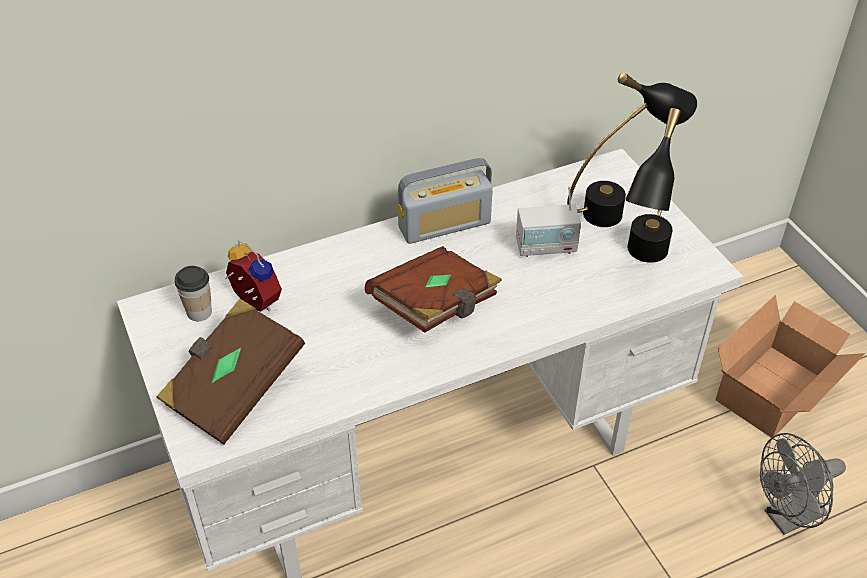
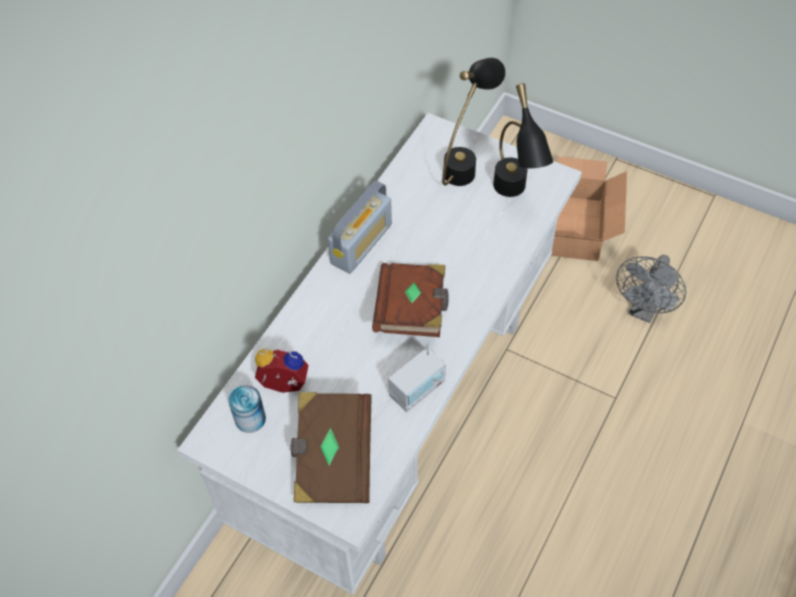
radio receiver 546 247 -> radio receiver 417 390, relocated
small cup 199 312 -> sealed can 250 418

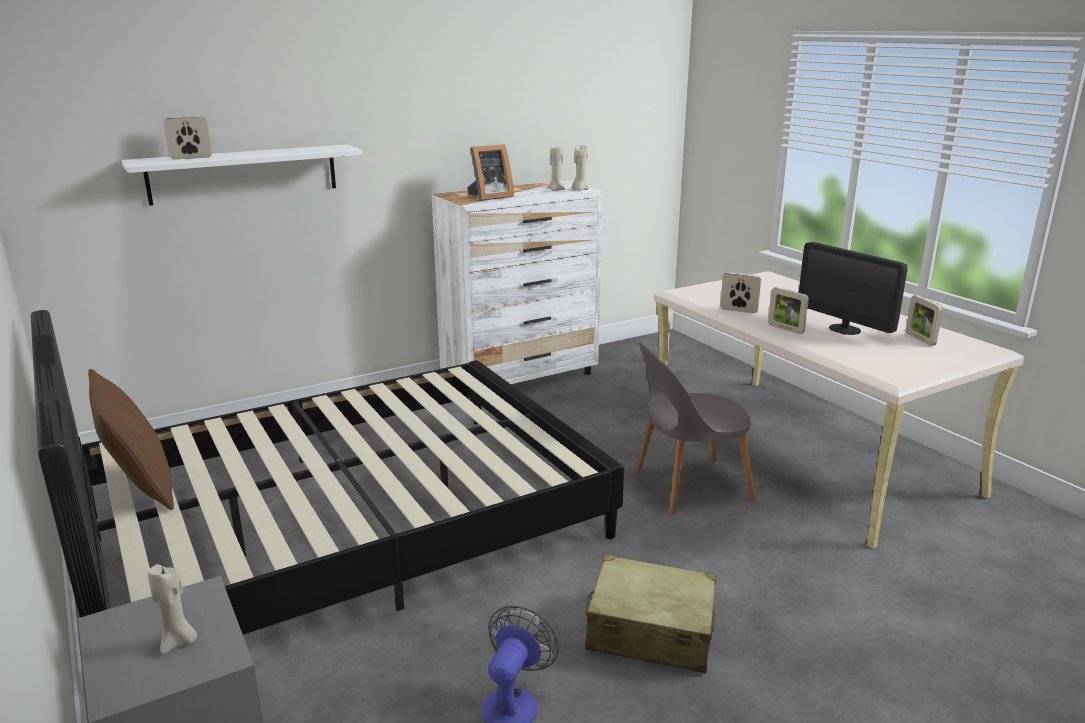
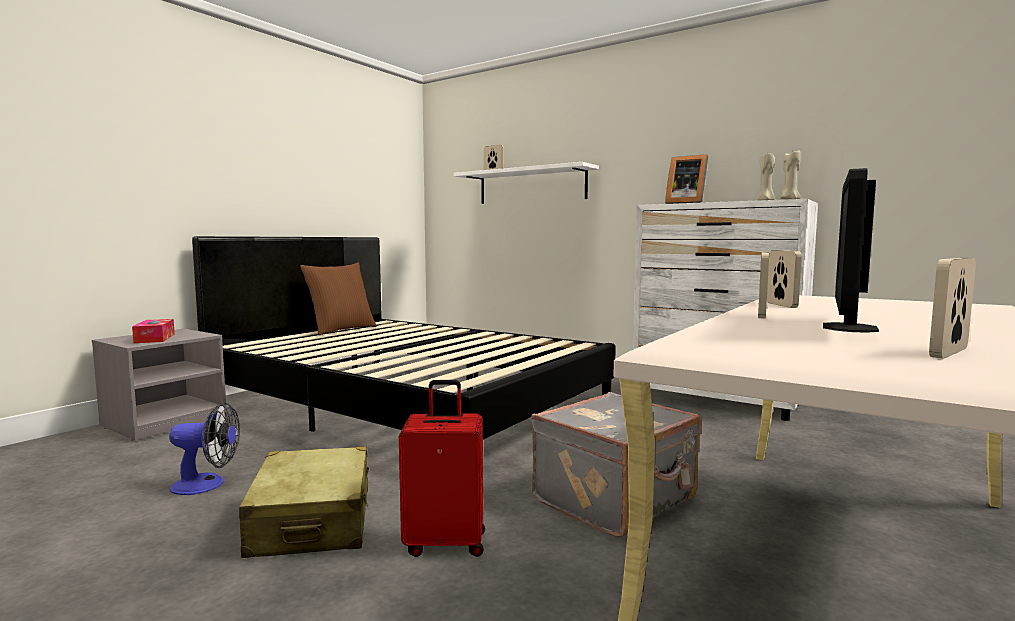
greyish plain chair 688 485 -> greyish travel case 616 500
beige candle 179 642 -> tissue holder 154 338
none -> reddish travel case 446 542

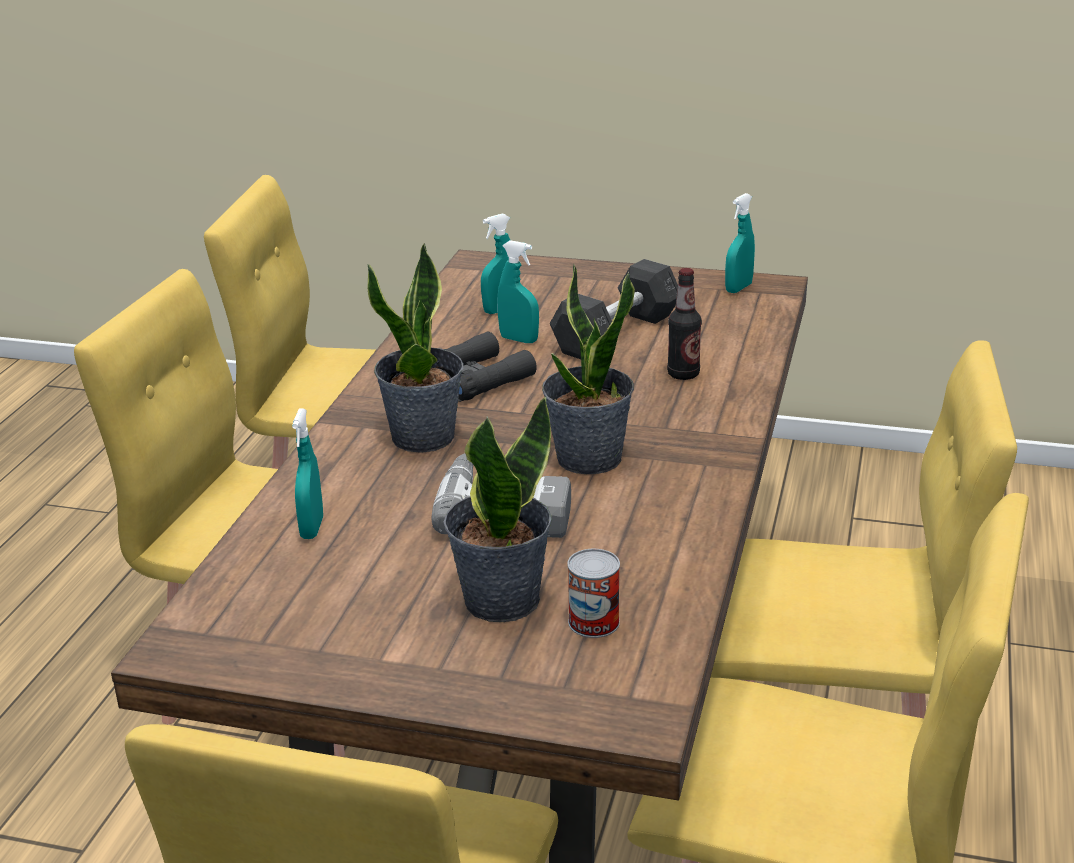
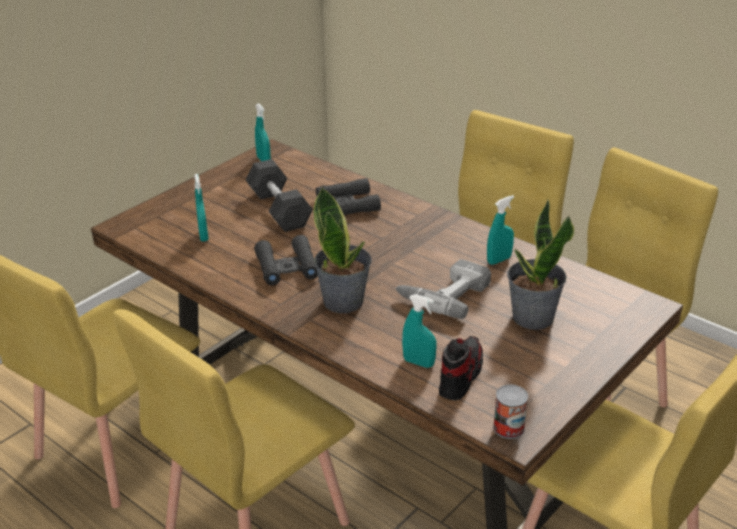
blue-green hand sprayer 519 339 -> blue-green hand sprayer 499 260, relocated
houseplant 588 459 -> none
bottle 683 374 -> black field glasses 347 205
sealed can 594 622 -> sealed can 508 428, relocated
none -> shoe 460 375

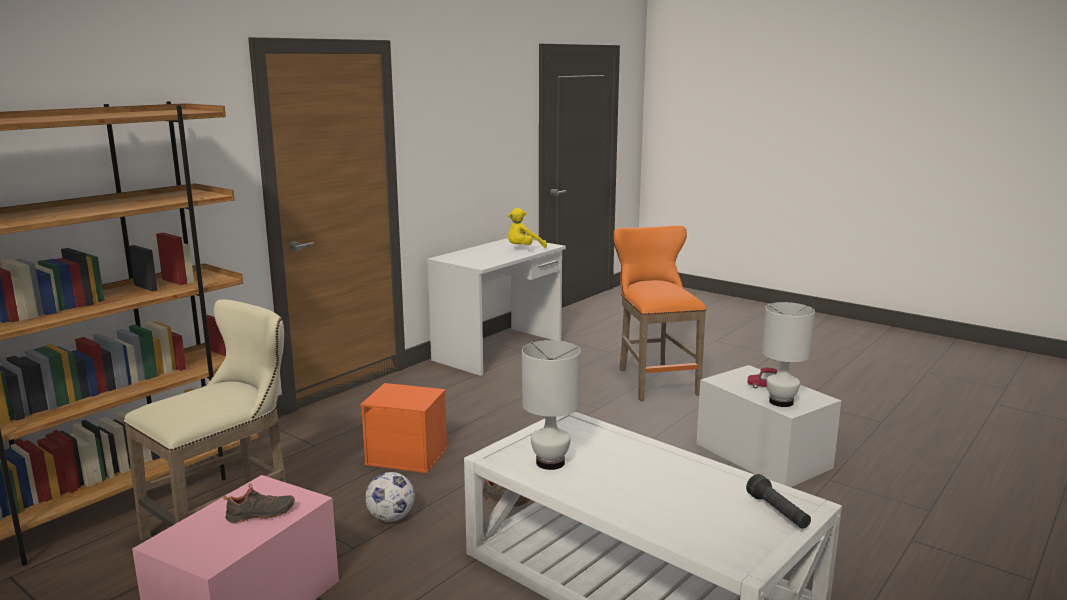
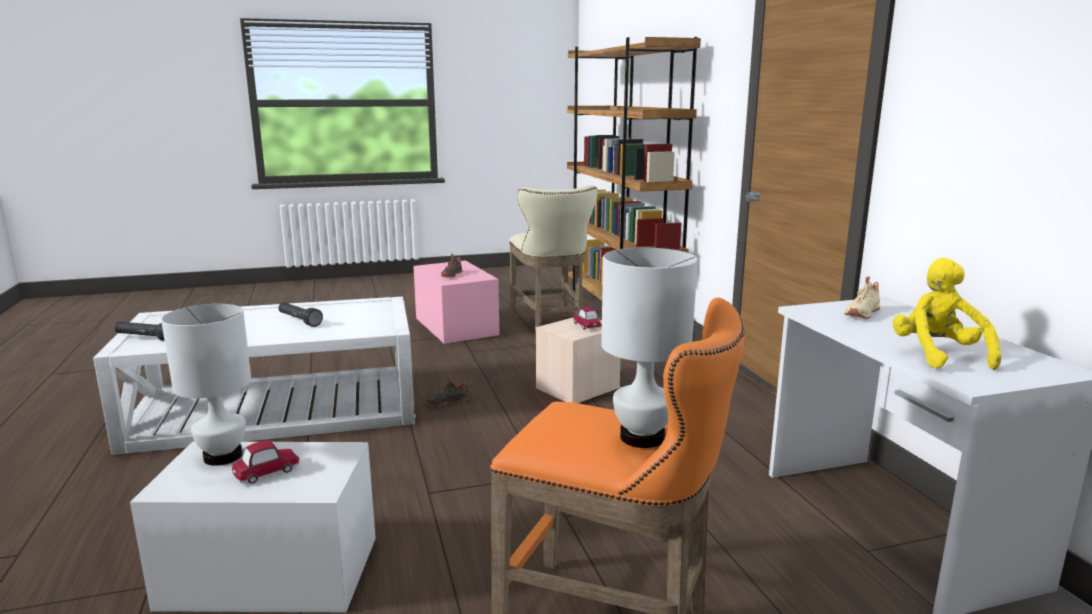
whitish table lamp 549 463 -> whitish table lamp 642 437, relocated
orangey storage box 408 456 -> beige storage box 577 388
football 391 518 -> none
none -> beige shoe 860 313
none -> black flashlight 299 320
none -> toy car 586 325

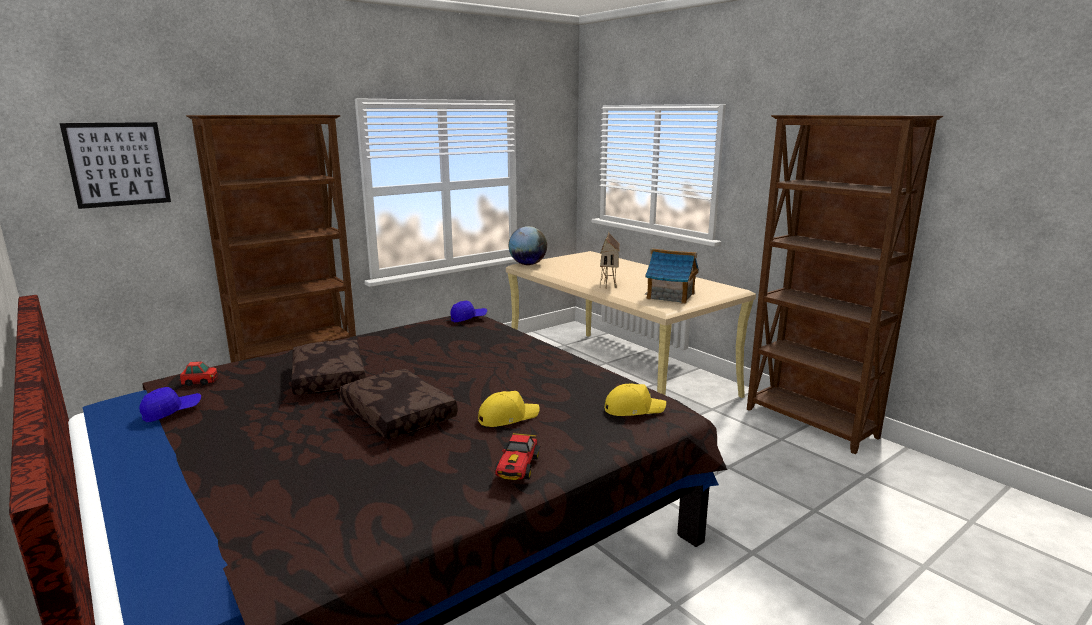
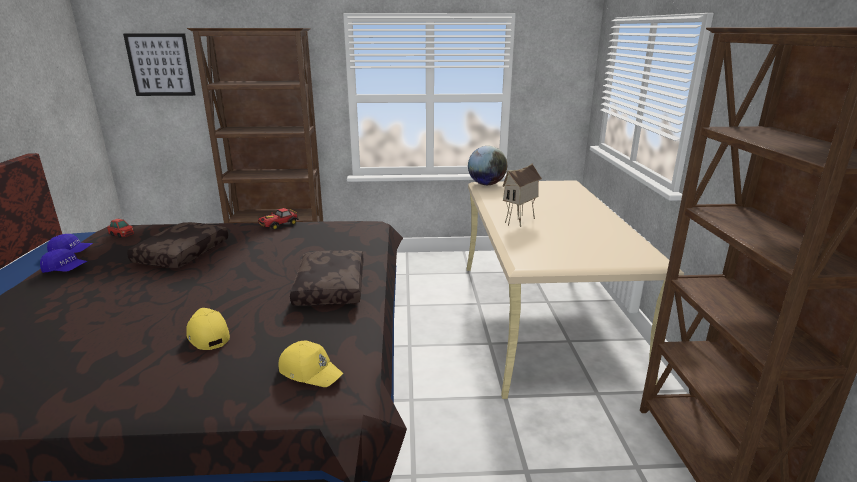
model house 671 296 -> none
bluish peaked cap 468 318 -> bluish peaked cap 66 270, relocated
brownish pillow 396 415 -> brownish pillow 329 287, relocated
yellow peaked cap 507 417 -> yellow peaked cap 207 335, 135 degrees counterclockwise
toy car 517 468 -> toy car 278 225, relocated

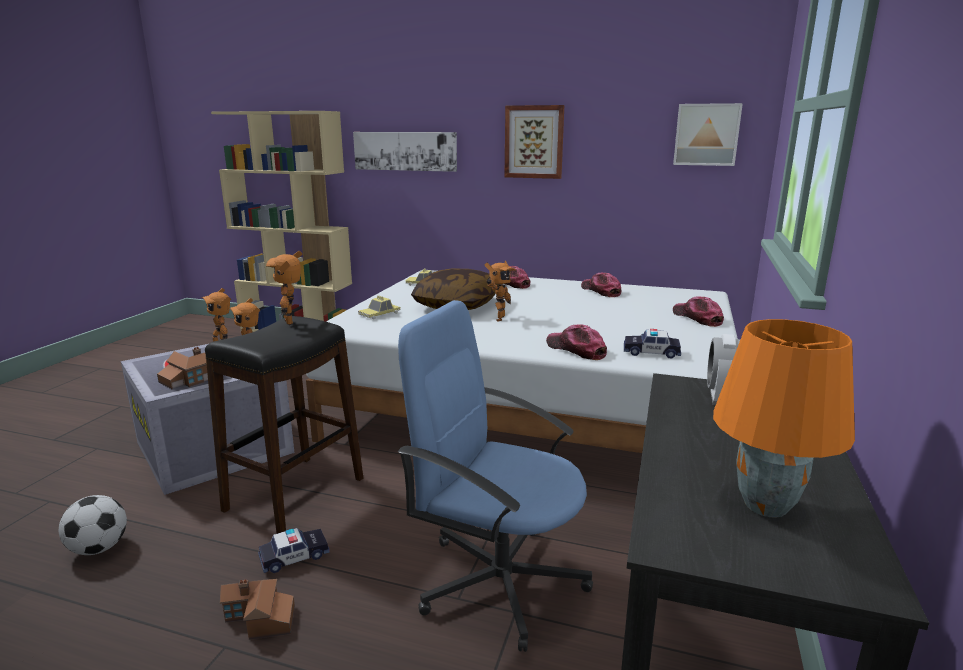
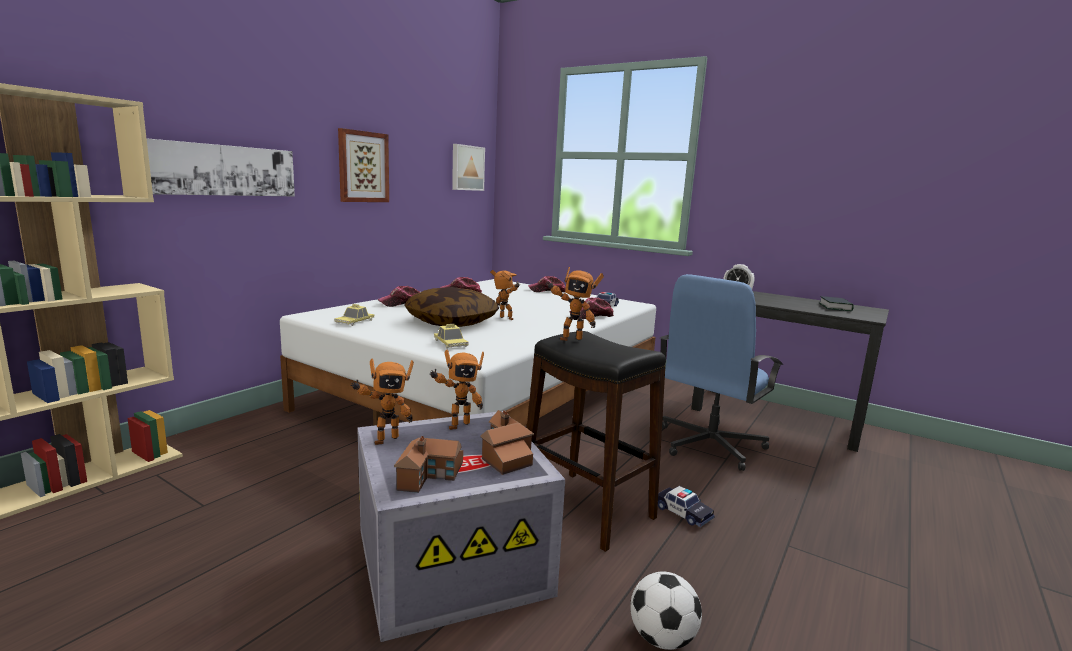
orangey table lamp 766 506 -> bound book 835 307
toy car 294 556 -> toy car 682 512, 150 degrees clockwise
model house 259 619 -> model house 430 475, relocated

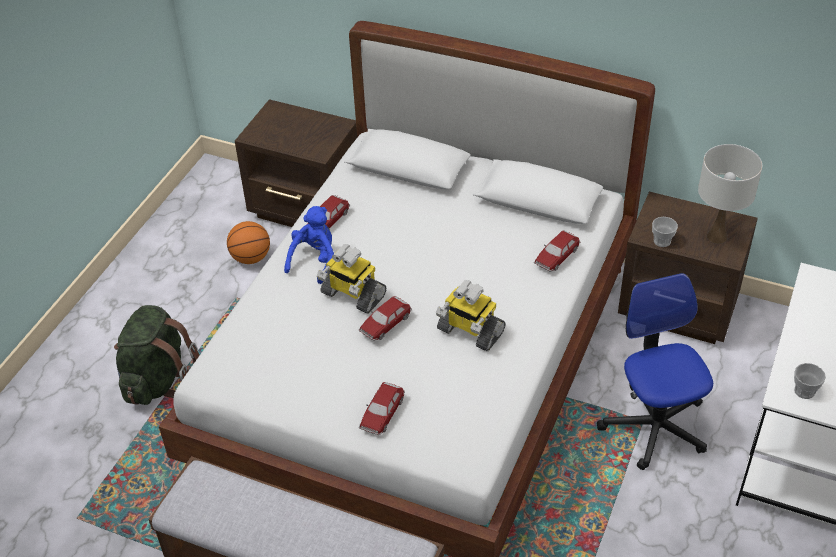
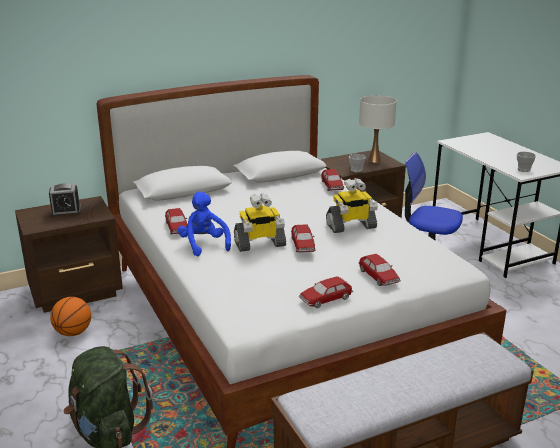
none -> alarm clock 66 211
none -> toy car 325 299

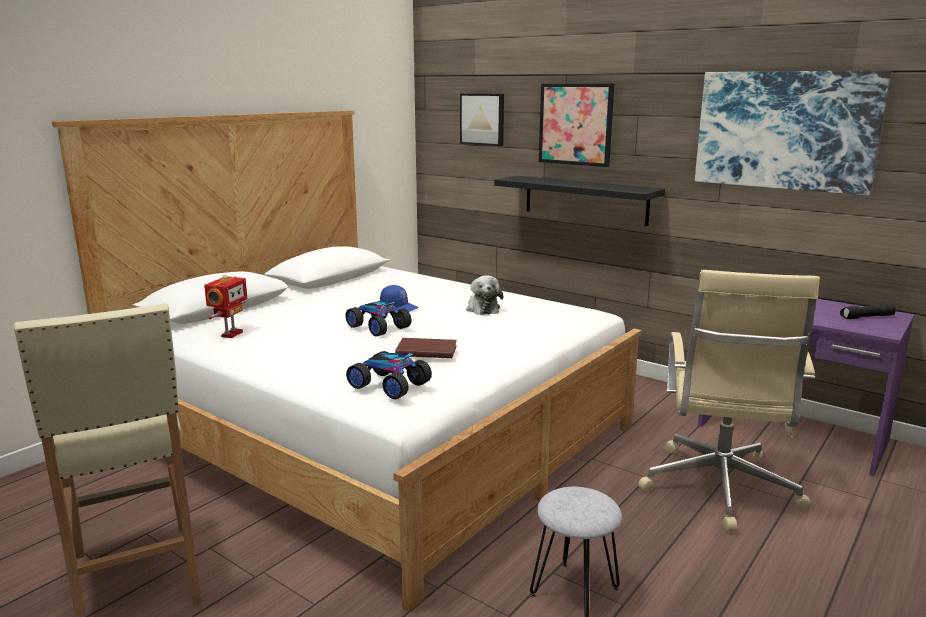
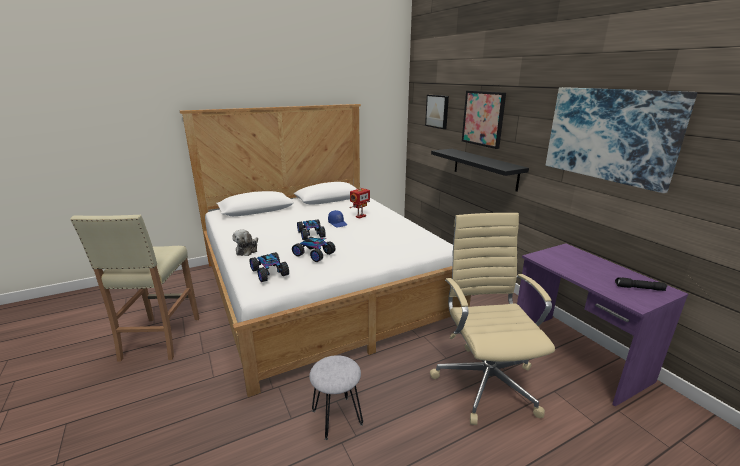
beige desk chair 719 490 -> beige desk chair 485 381, 135 degrees clockwise
toy robot 230 334 -> toy robot 360 216, relocated
plush toy 482 308 -> plush toy 247 250, relocated
brownish bound book 426 350 -> toy car 314 254

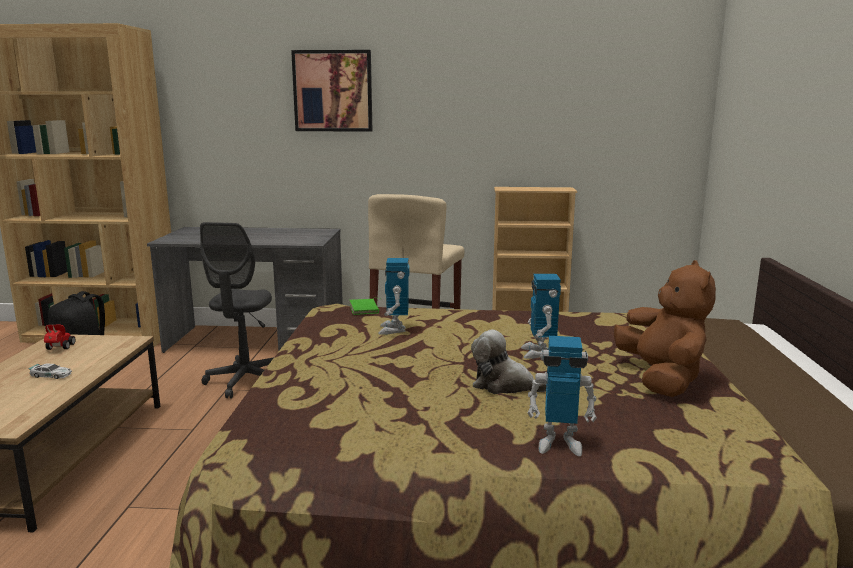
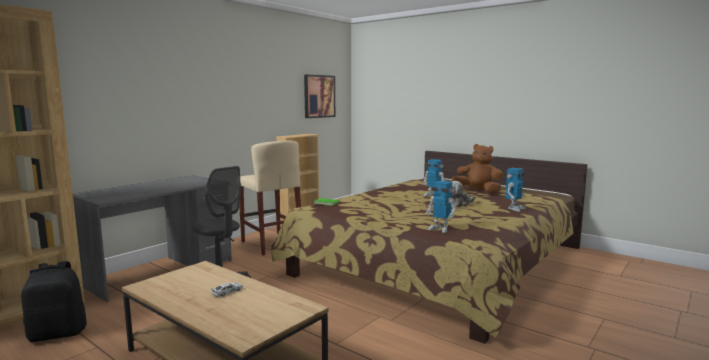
picture 333 91 -> picture 319 96, relocated
toy robot 394 329 -> toy robot 440 229, relocated
toy car 59 348 -> none

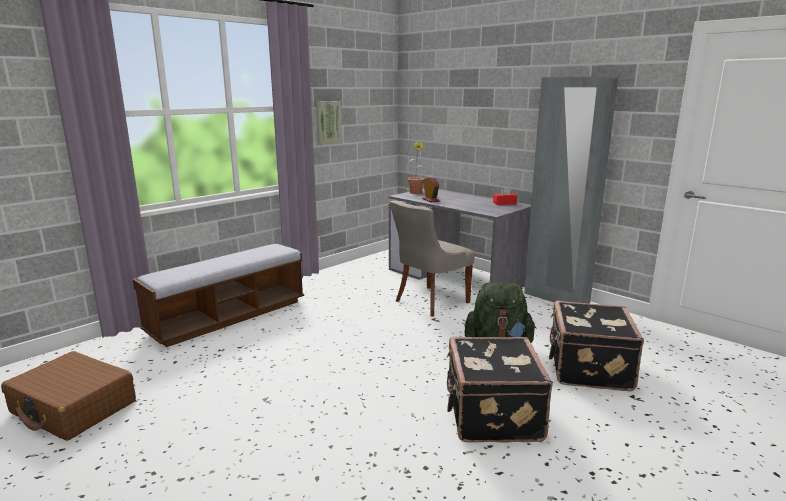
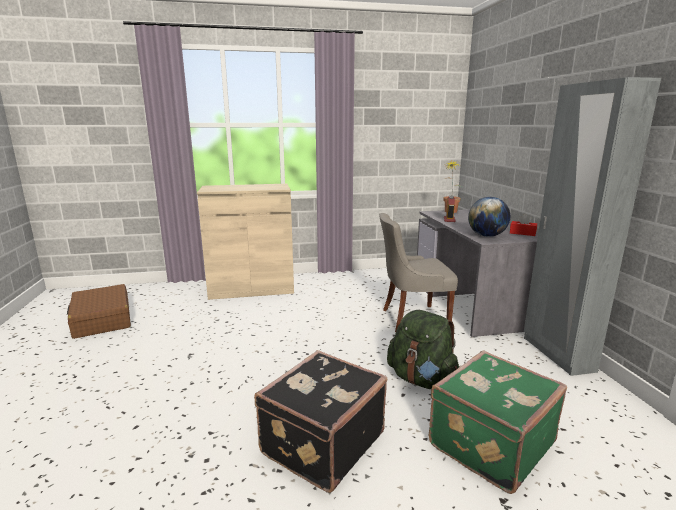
picture 327 122 -> none
long seat 229 317 -> beige cupboard 251 288
black travel case 587 368 -> green travel case 489 443
none -> world globe 486 236

